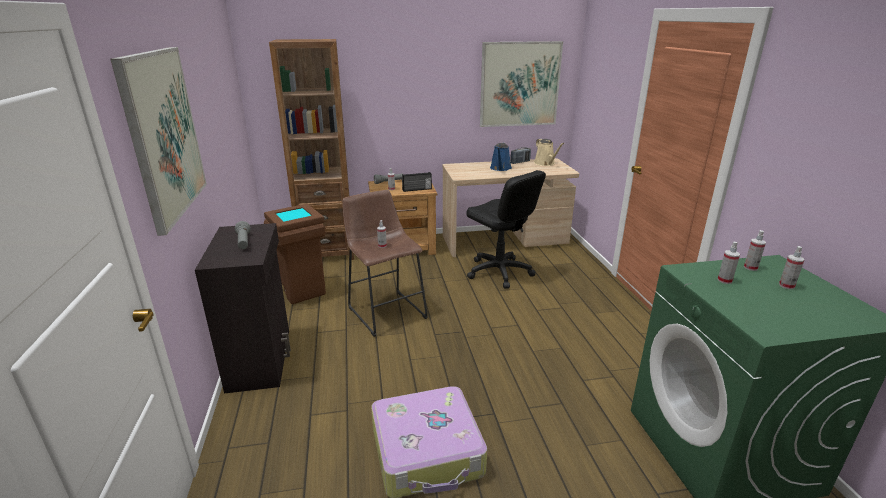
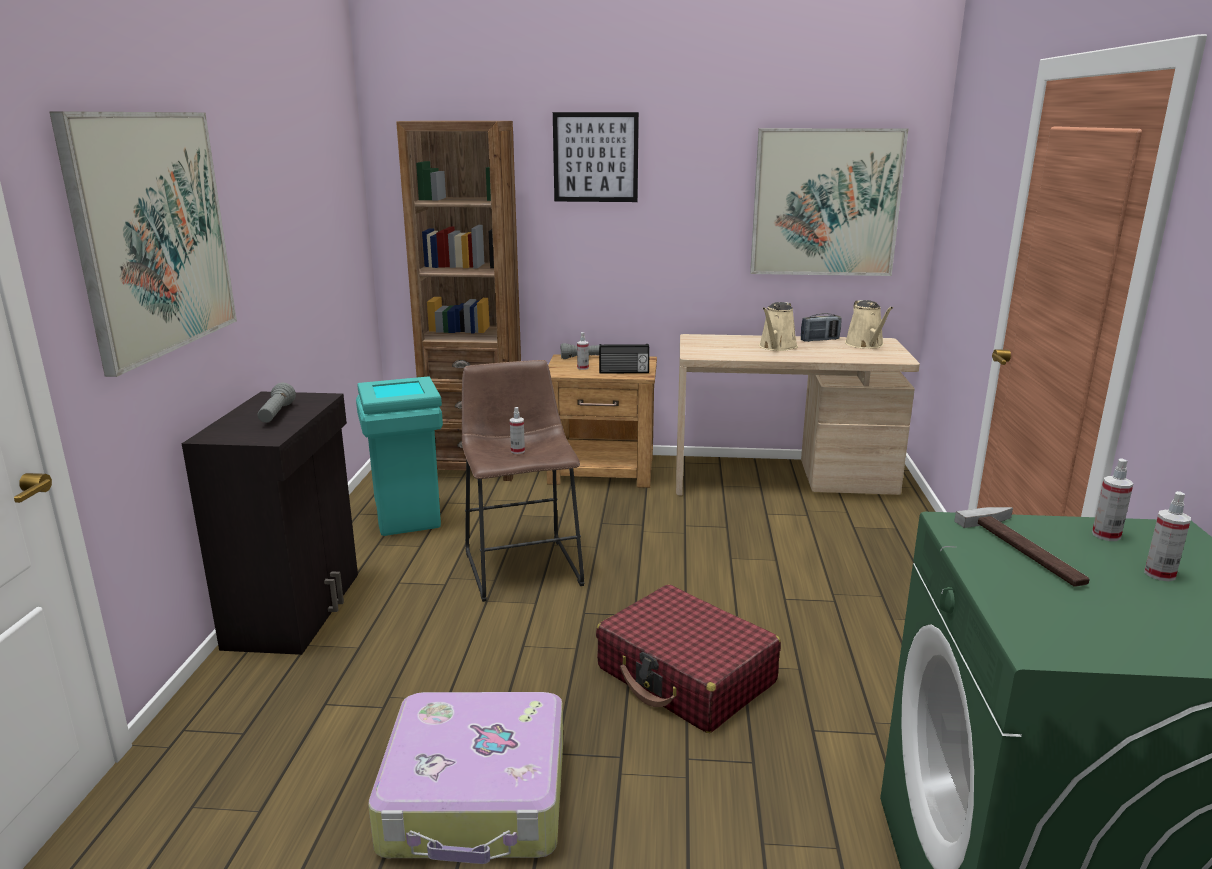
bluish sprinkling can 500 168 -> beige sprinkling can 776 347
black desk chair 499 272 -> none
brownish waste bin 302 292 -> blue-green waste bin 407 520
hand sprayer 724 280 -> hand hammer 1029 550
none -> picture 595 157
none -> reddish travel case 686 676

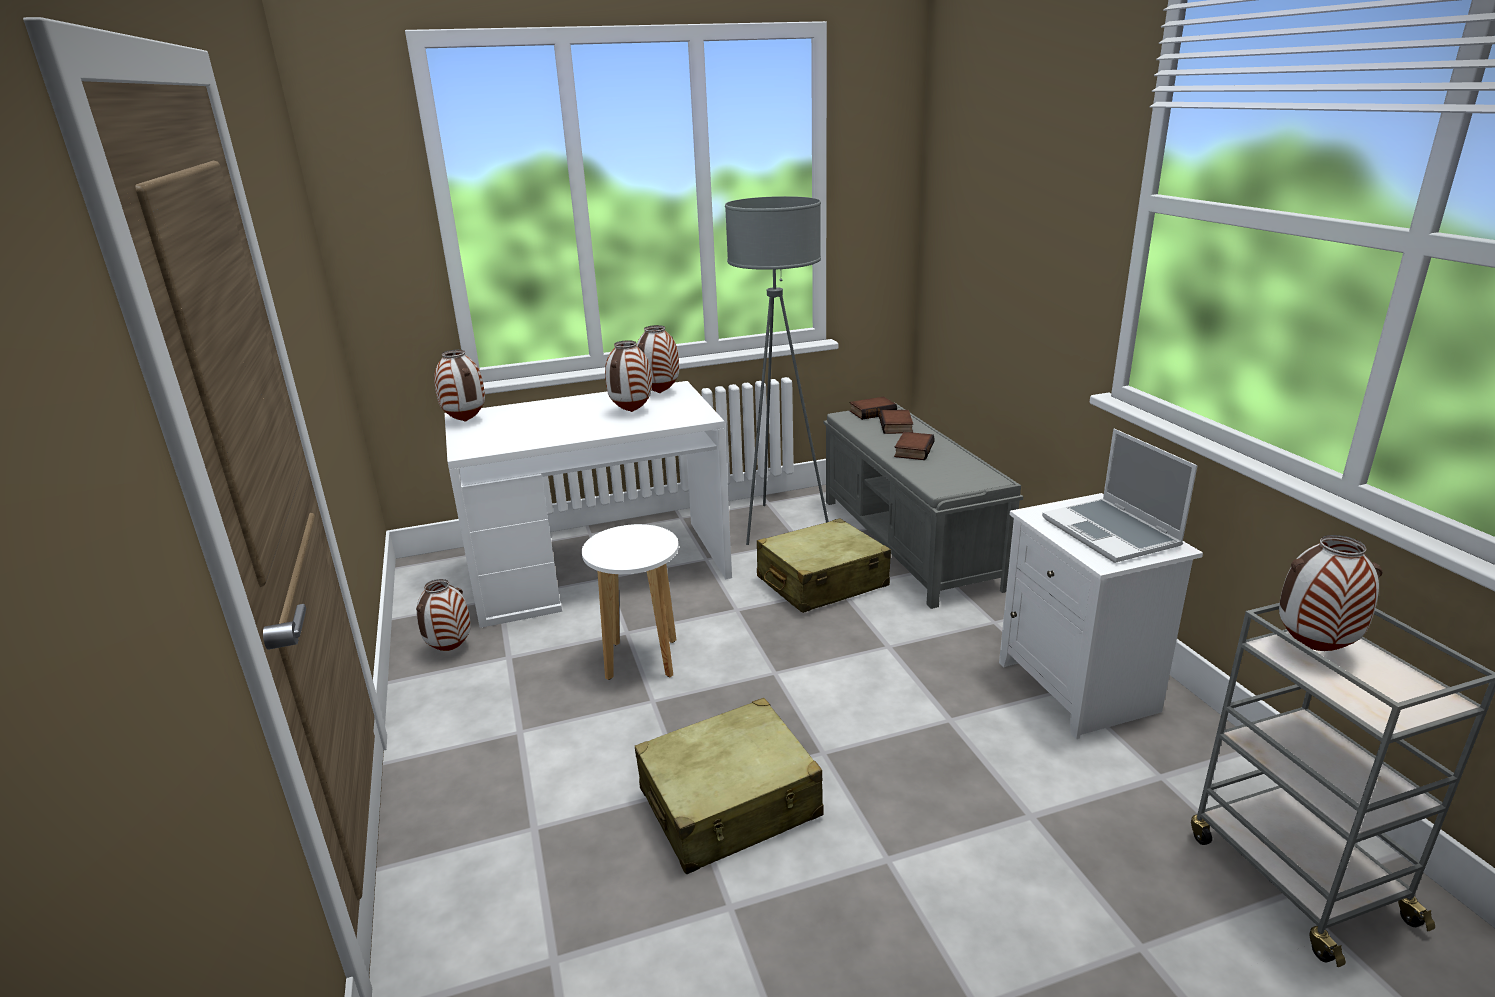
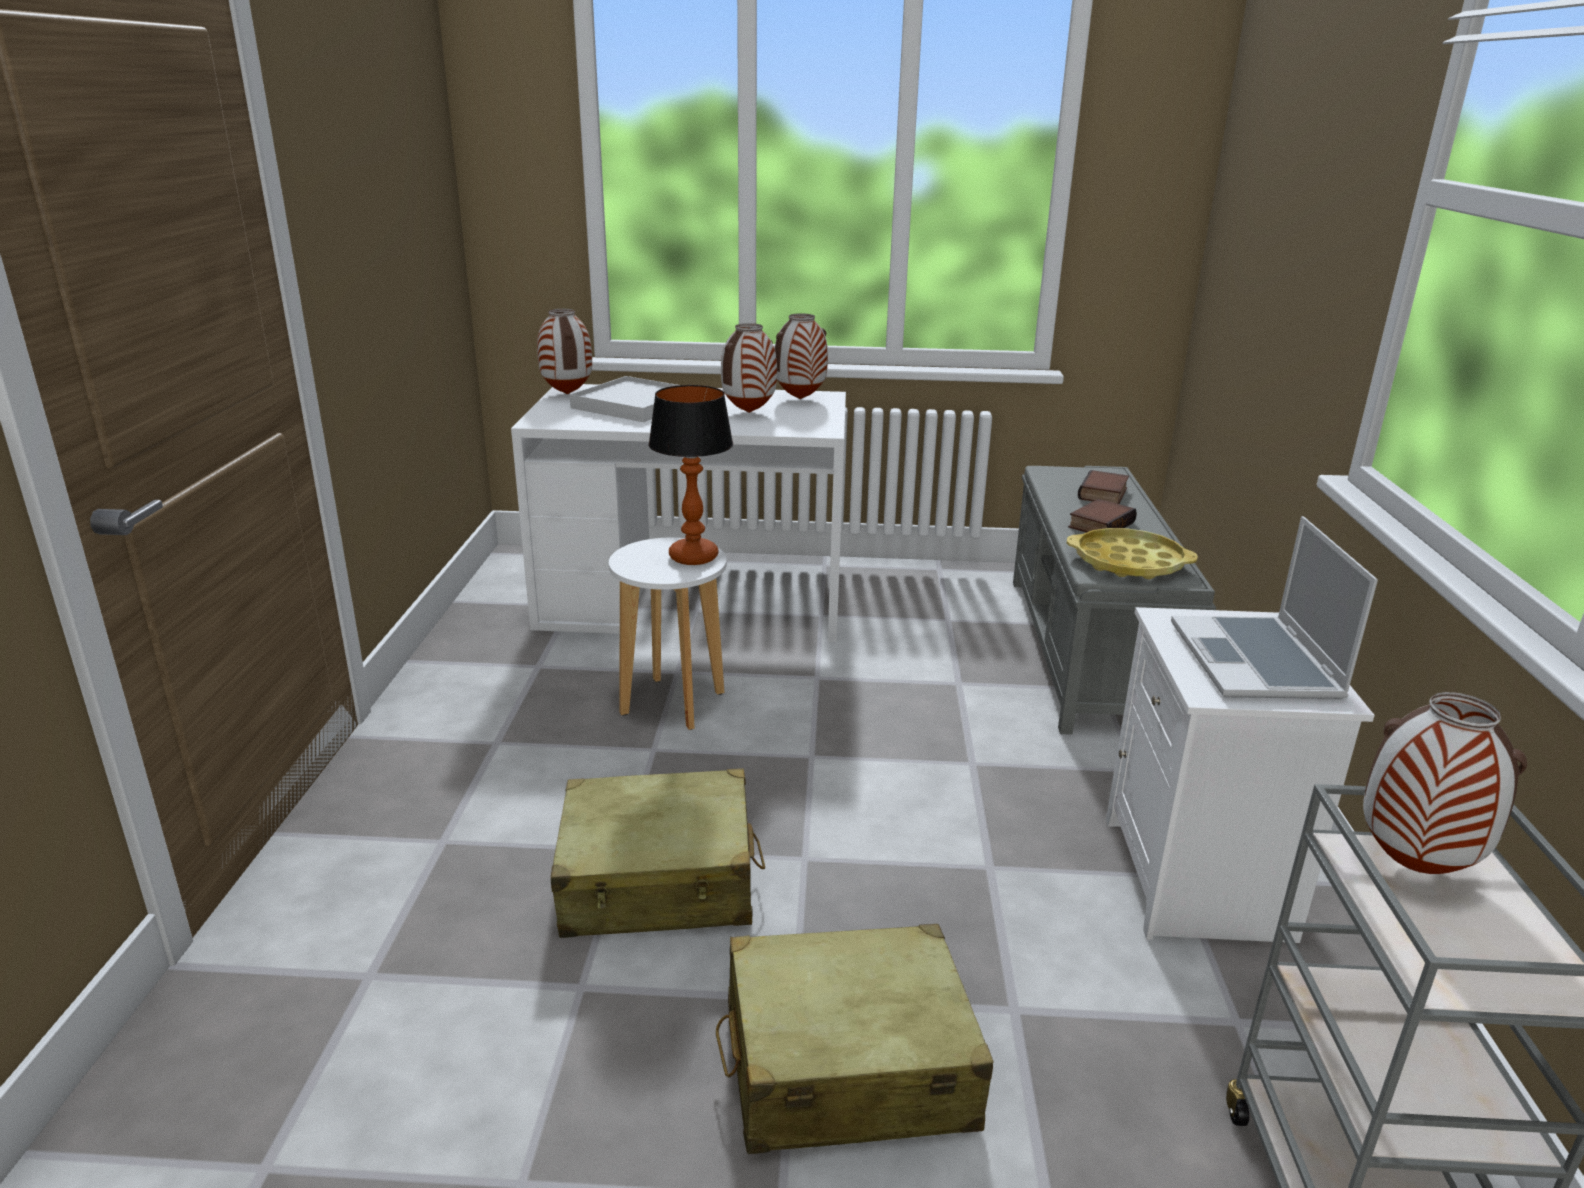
greyish standard lamp 780 525 -> none
bound book 872 412 -> none
beige travel case 821 582 -> beige travel case 846 1066, relocated
vase 450 649 -> none
none -> whitish serving tray 635 405
none -> table lamp 693 556
none -> yellow serving tray 1128 563

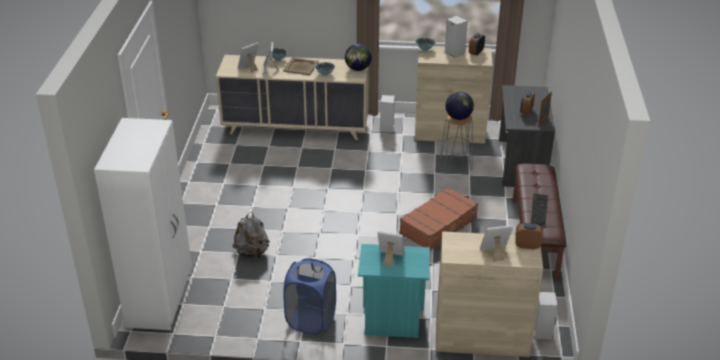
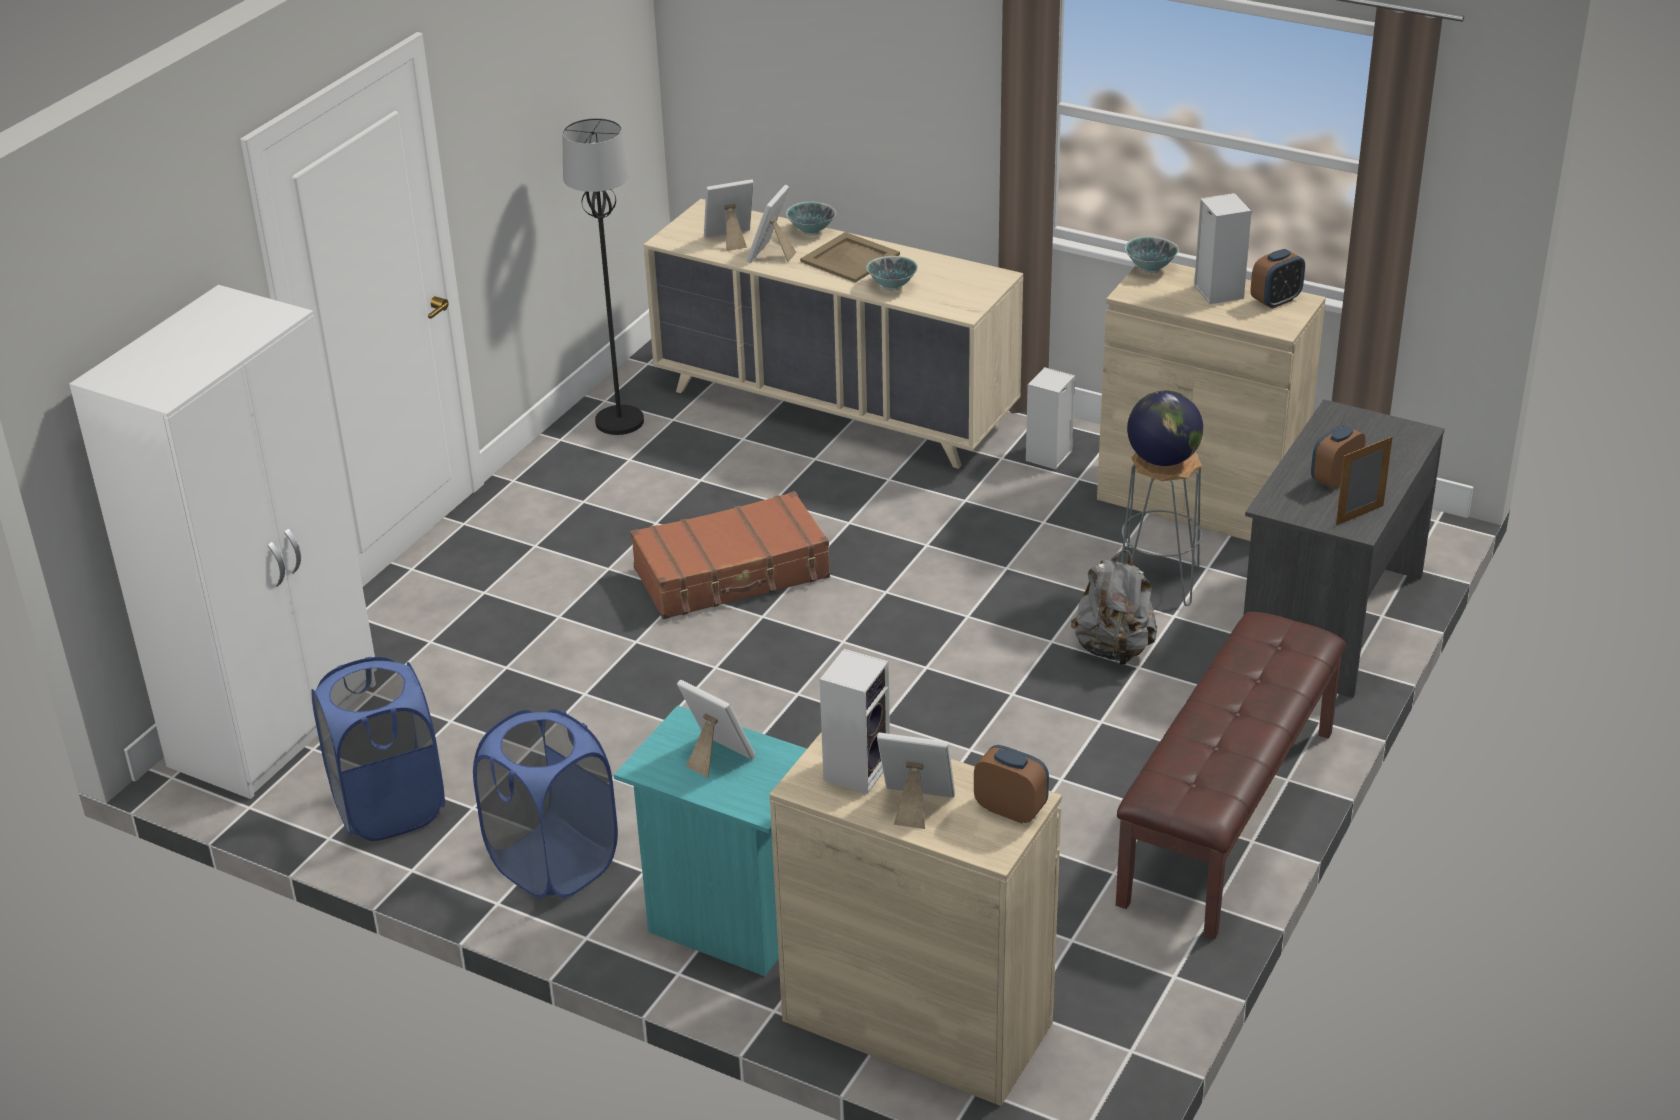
world globe 358 69 -> none
brownish travel case 439 226 -> brownish travel case 732 574, relocated
PC keyboard 539 209 -> none
greyish knapsack 252 252 -> greyish knapsack 1114 649, relocated
speaker 541 331 -> speaker 856 769, relocated
none -> black standard lamp 619 421
none -> bluish laundry basket 389 807

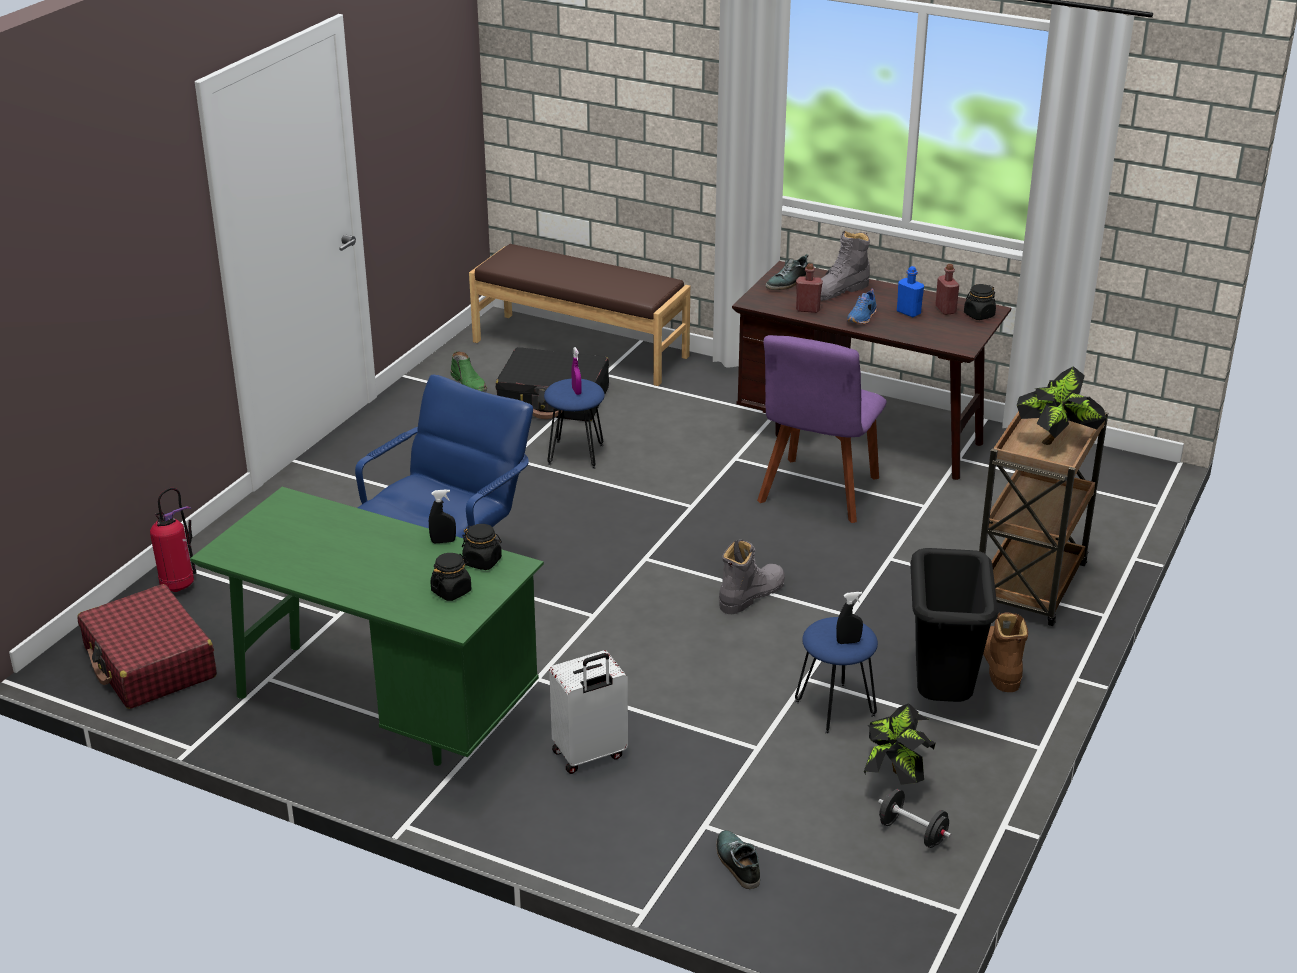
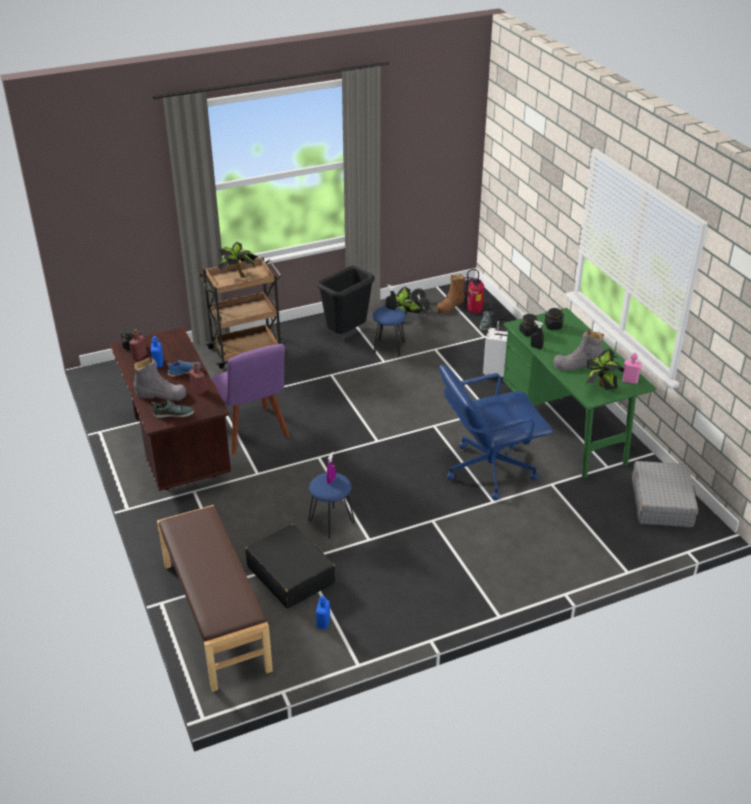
purple plain chair 817 493 -> purple plain chair 252 432, 90 degrees clockwise
green boot 469 384 -> bluish bottle 323 622
extinguisher 178 585 -> extinguisher 473 312, relocated
greyish boot 751 595 -> greyish boot 577 365, relocated
reddish travel case 150 663 -> greyish travel case 661 503
brownish boot 1000 665 -> brownish boot 450 305, relocated
none -> houseplant 600 388
none -> pink bottle 629 380

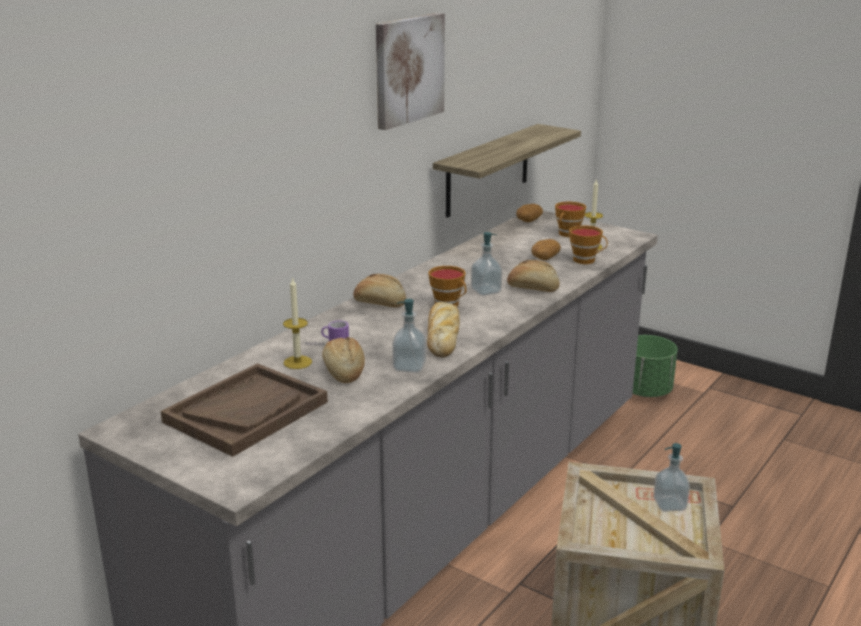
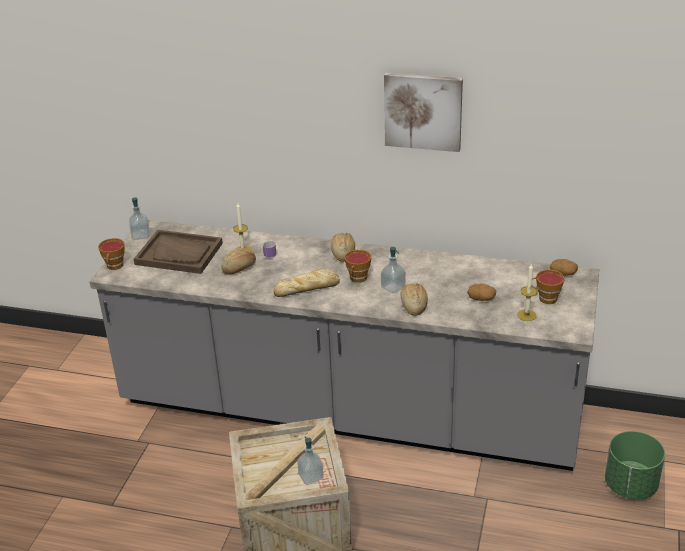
bracket shelf 488 170 -> none
small cup 587 260 -> small cup 114 266, relocated
soap dispenser 409 367 -> soap dispenser 141 235, relocated

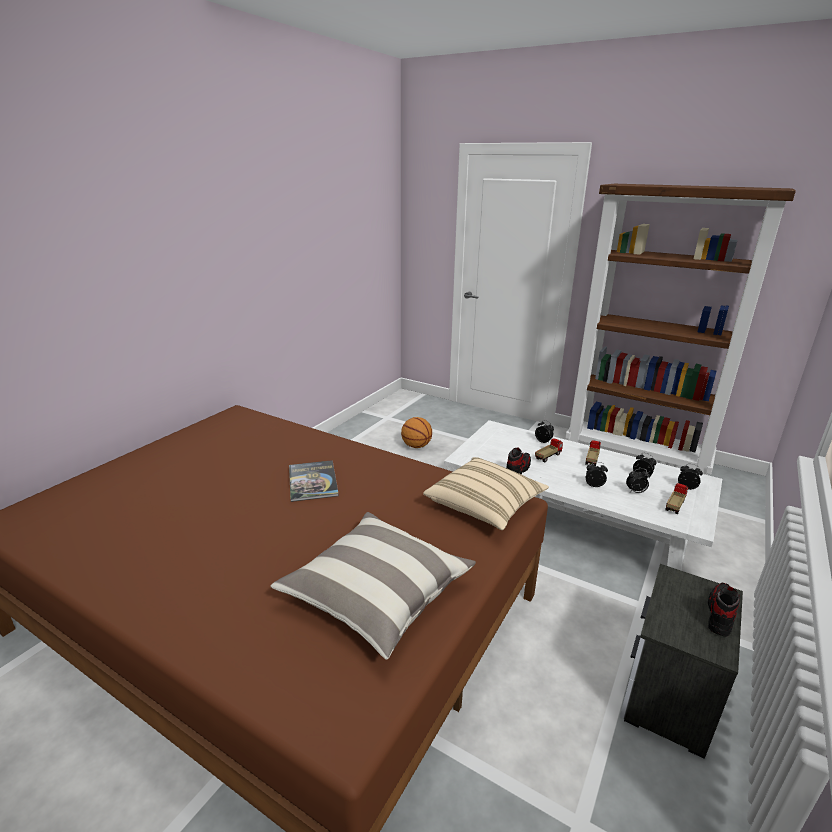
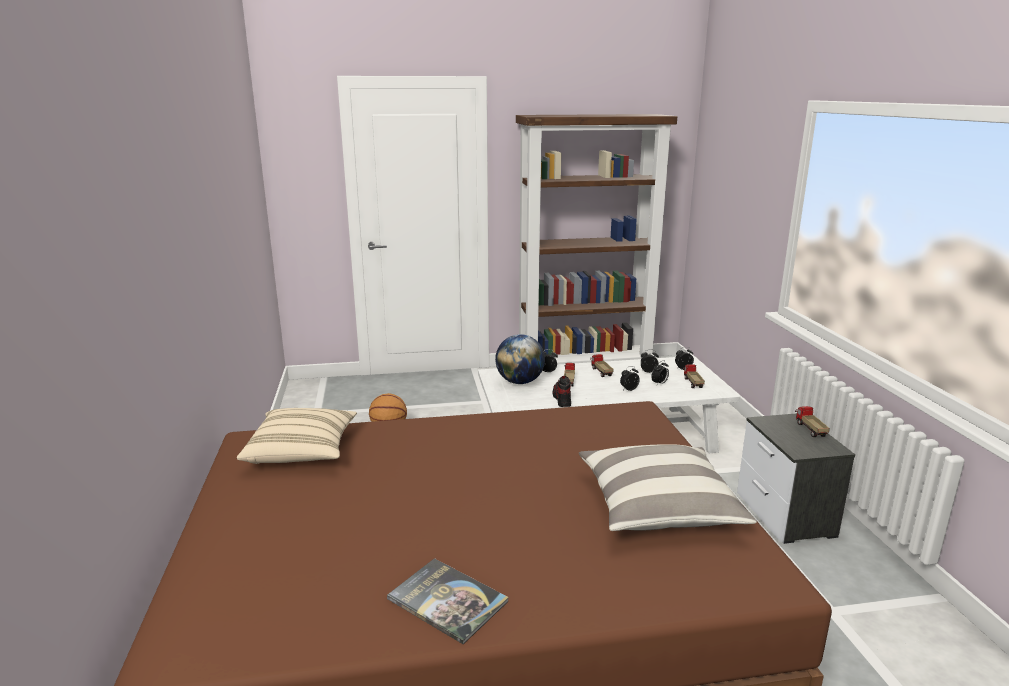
beige pillow 485 506 -> beige pillow 302 452, relocated
bound book 313 481 -> bound book 447 600, relocated
shoe 719 614 -> toy truck 810 430
none -> world globe 520 382

